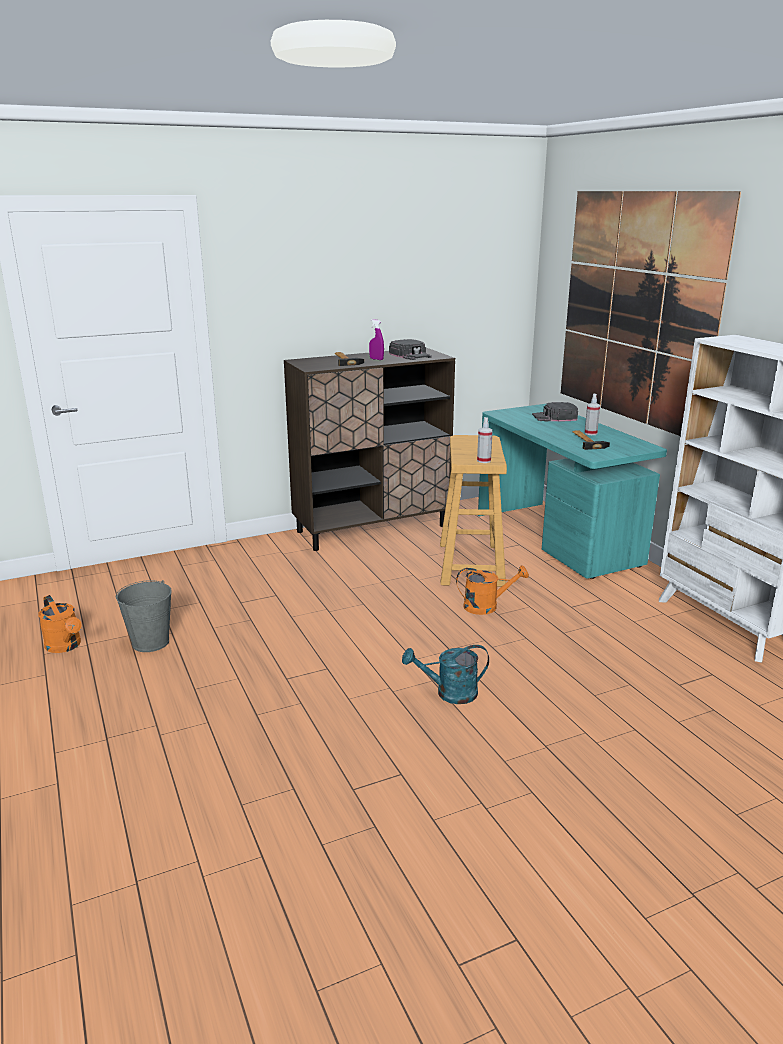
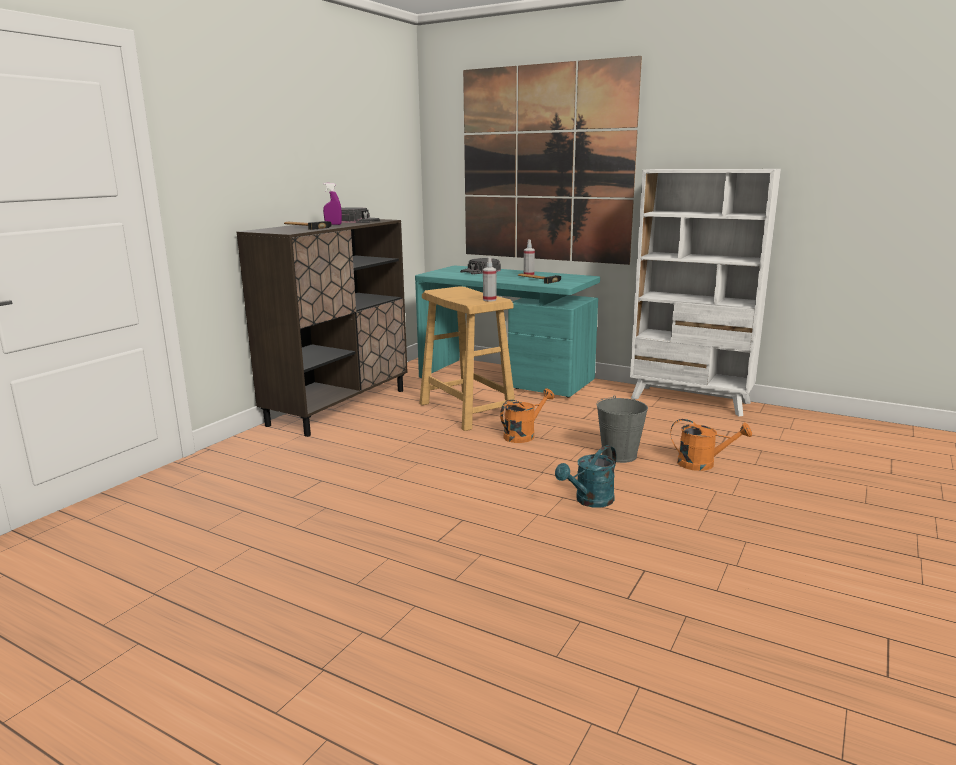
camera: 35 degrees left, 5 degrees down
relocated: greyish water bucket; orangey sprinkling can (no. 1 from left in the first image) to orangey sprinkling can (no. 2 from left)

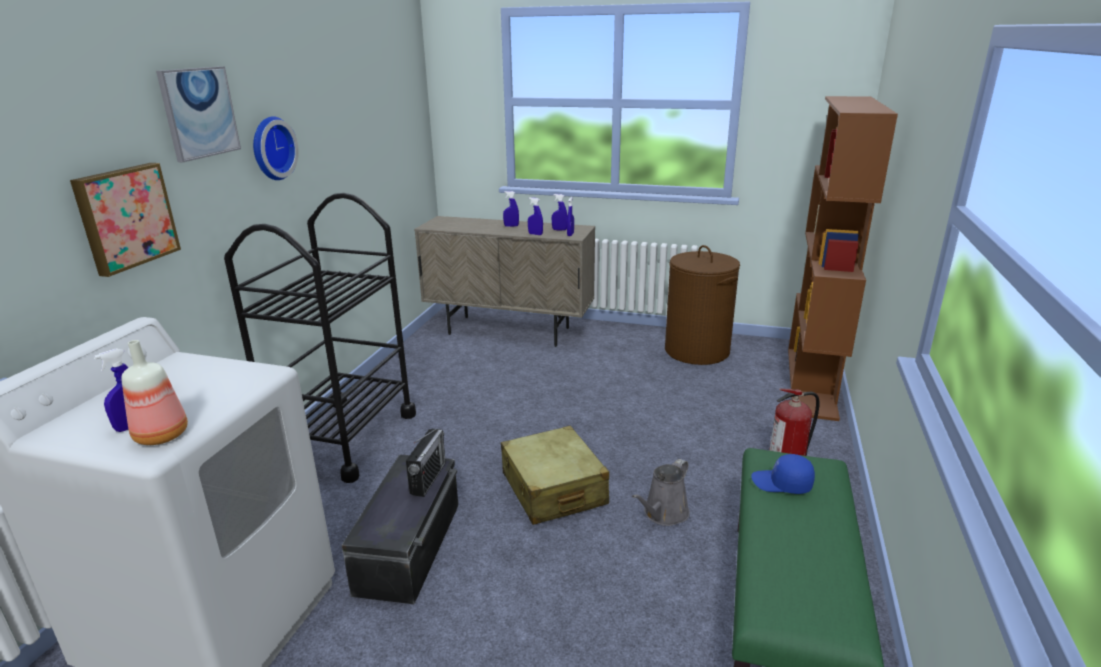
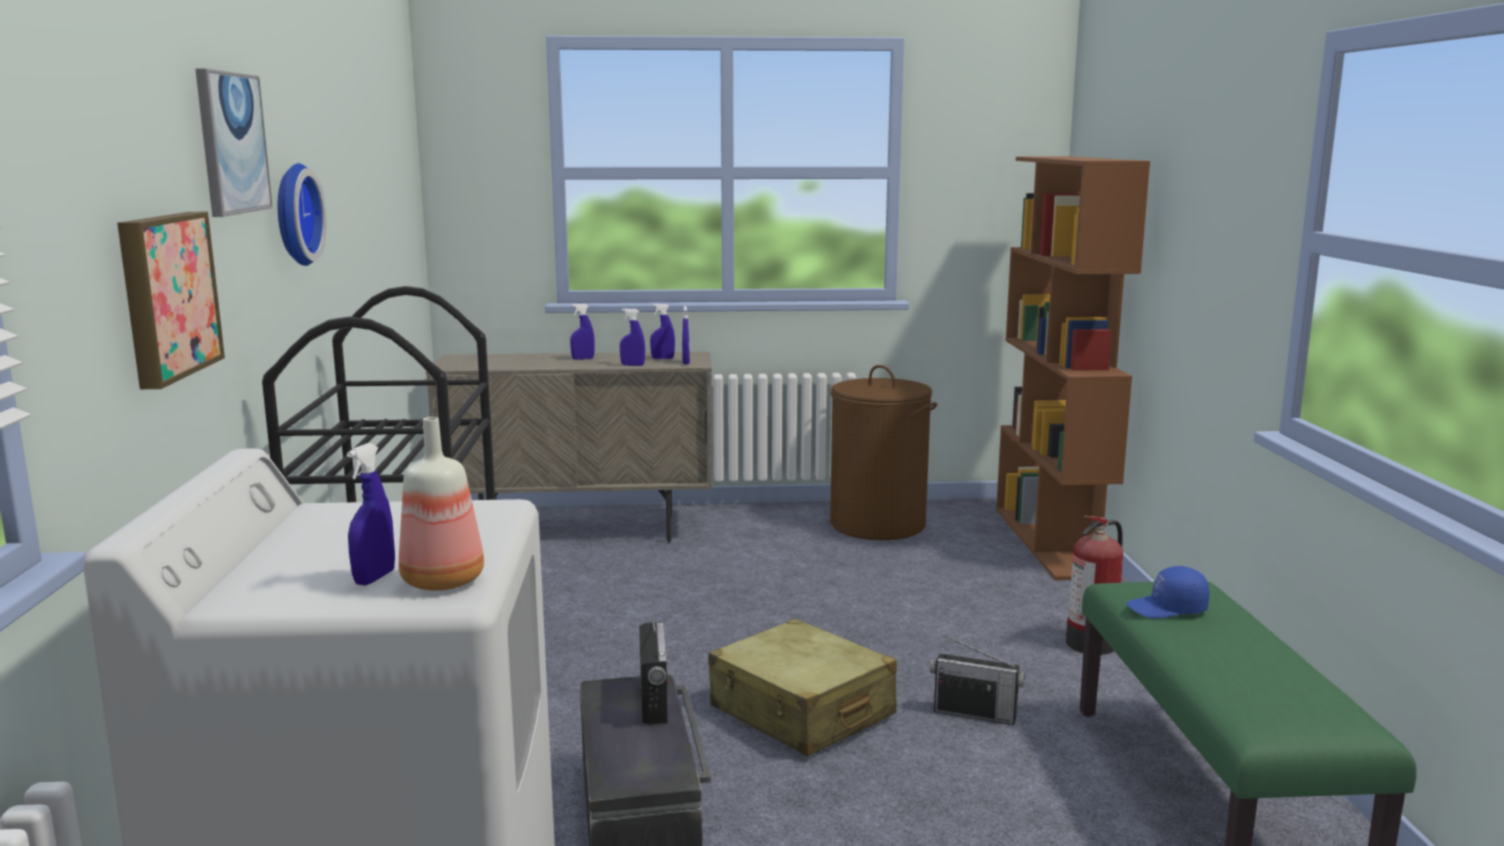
camera: 20 degrees left, 10 degrees down
exchanged: greyish sprinkling can to radio (no. 2 from left)

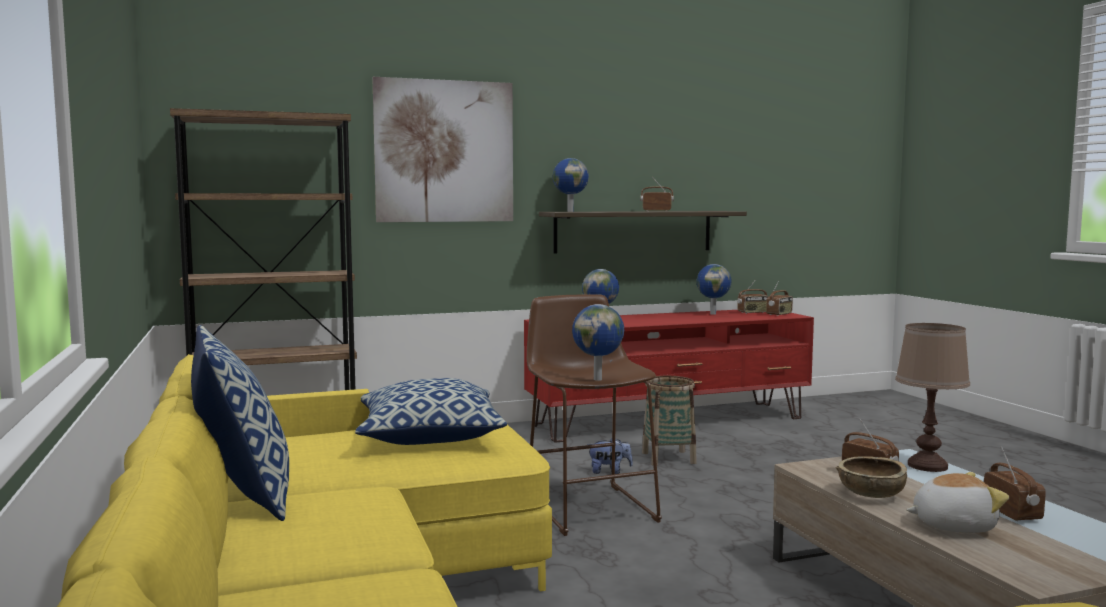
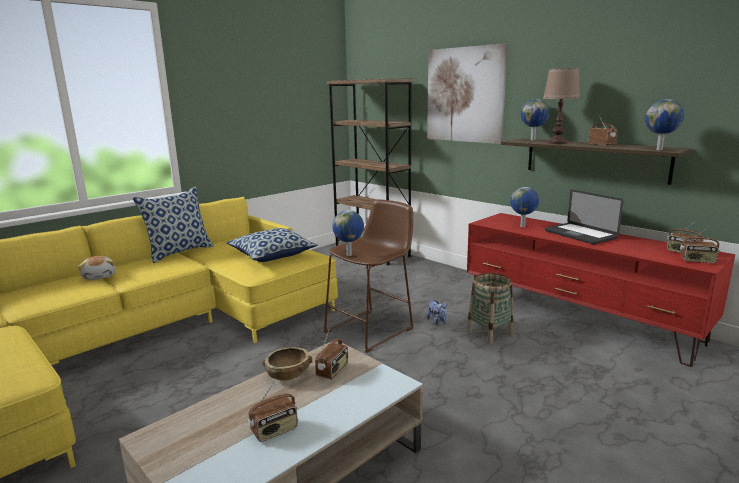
camera: 65 degrees right, 10 degrees up
appeared: portable computer
relocated: plush toy (no. 2 from left in the first image) to plush toy (no. 1 from left); brownish table lamp; world globe (no. 4 from left)

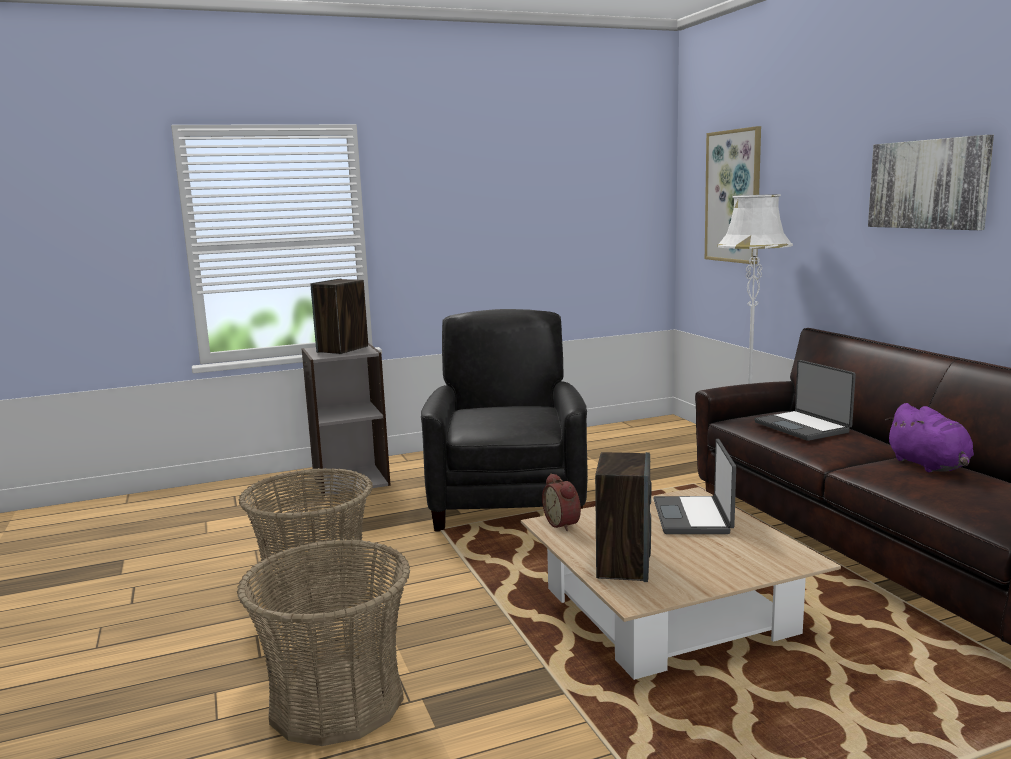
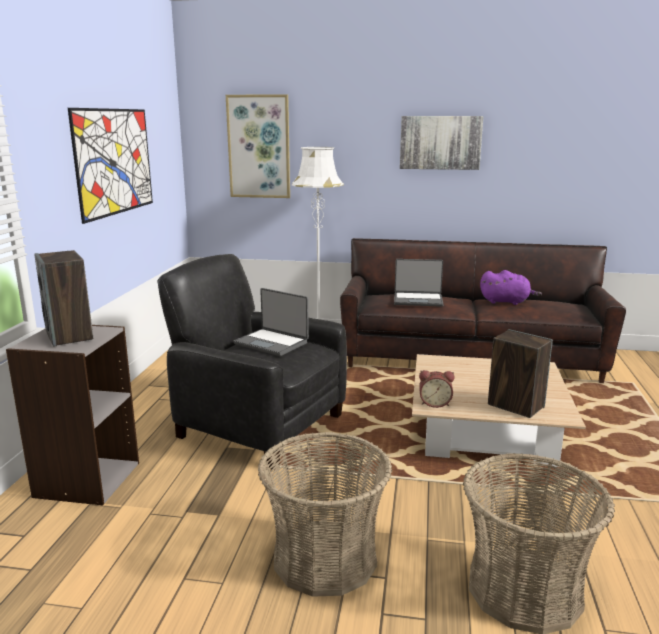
camera: 60 degrees left, 5 degrees up
appeared: wall art (no. 1 from left)
relocated: portable computer (no. 1 from left)

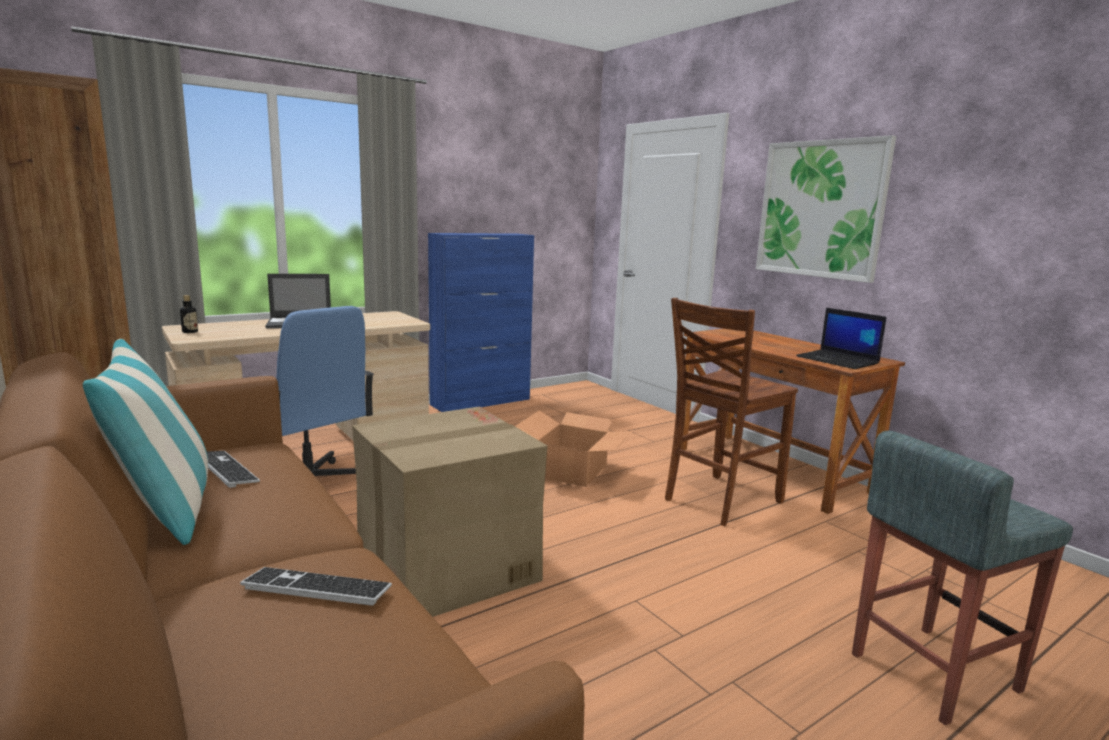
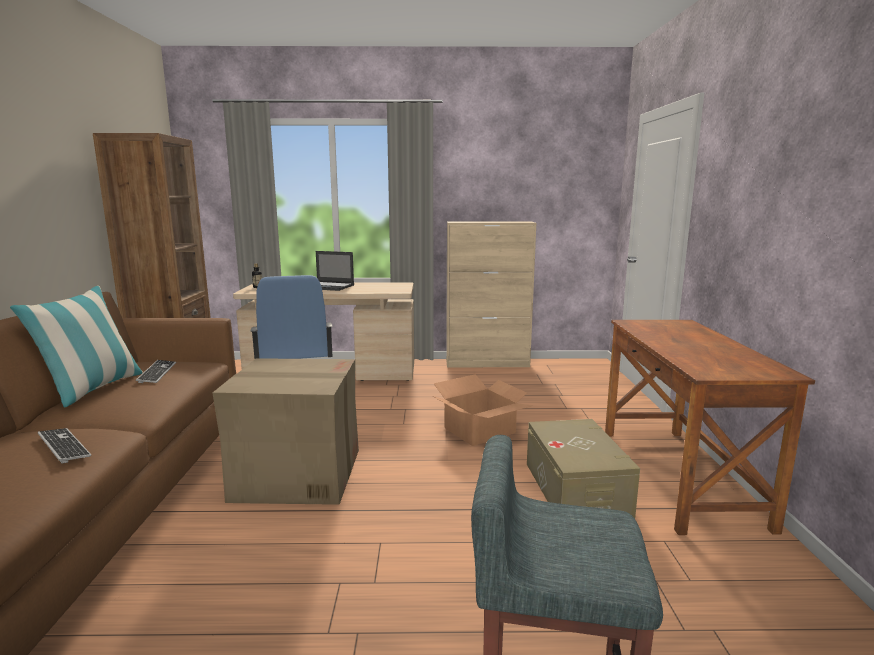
camera: 35 degrees right, 0 degrees up
missing: wall art; portable computer (no. 2 from left)
exchanged: brownish upright chair to beige storage container
colour: bluish cabinet to beige cabinet

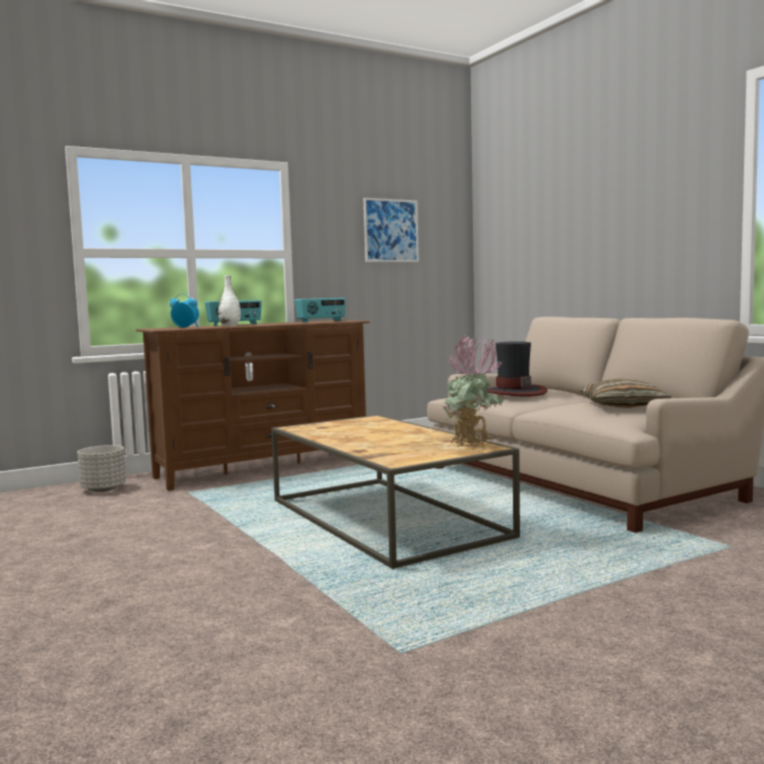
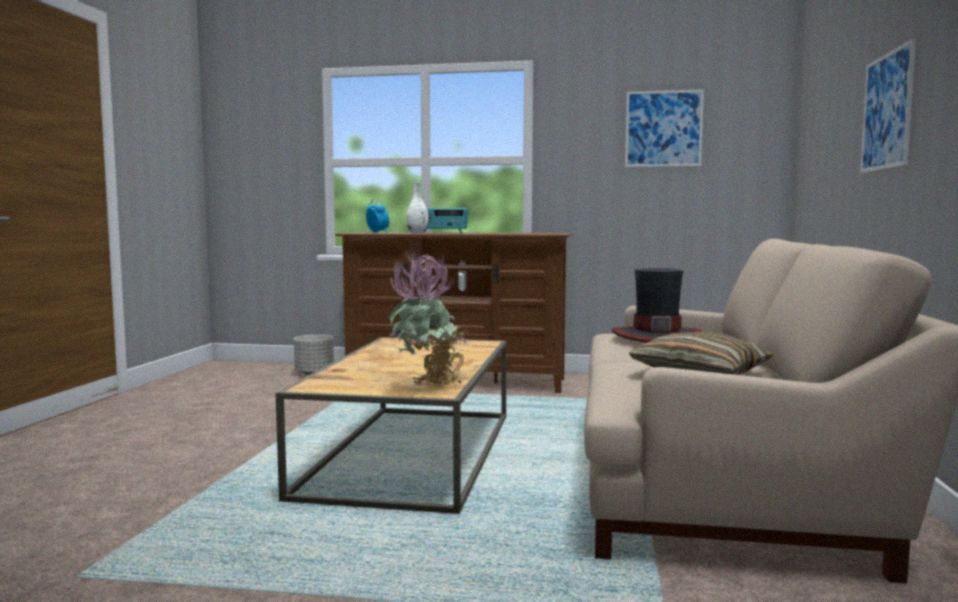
camera: 40 degrees right, 0 degrees up
missing: radio (no. 2 from left)
appeared: wall art (no. 2 from left)

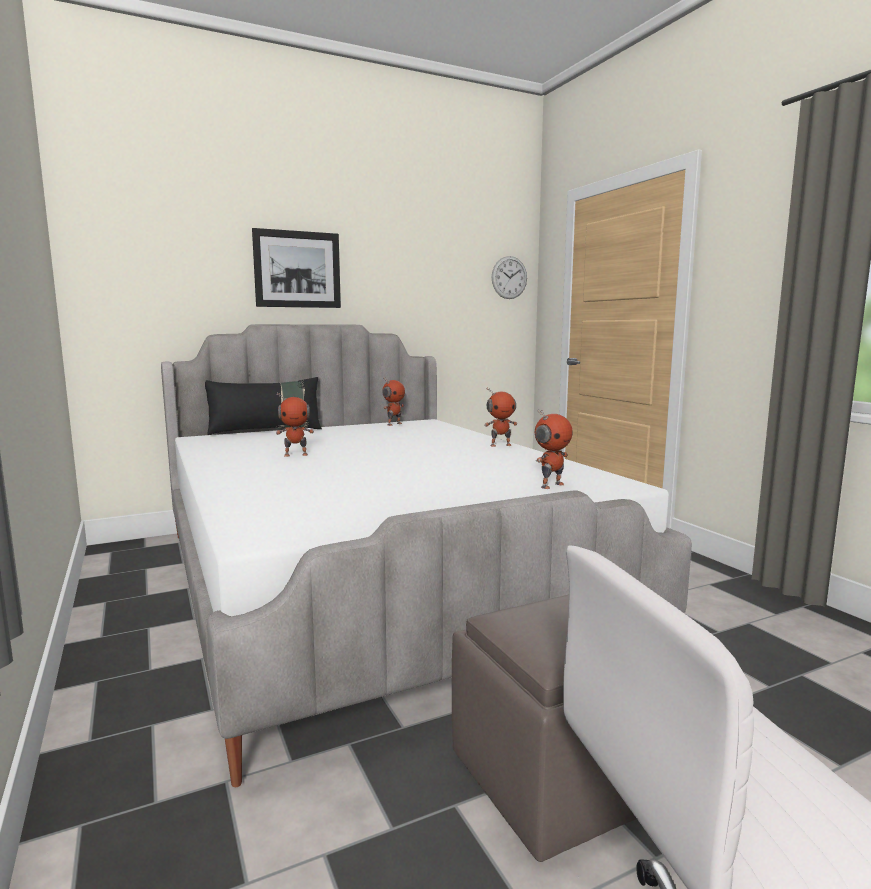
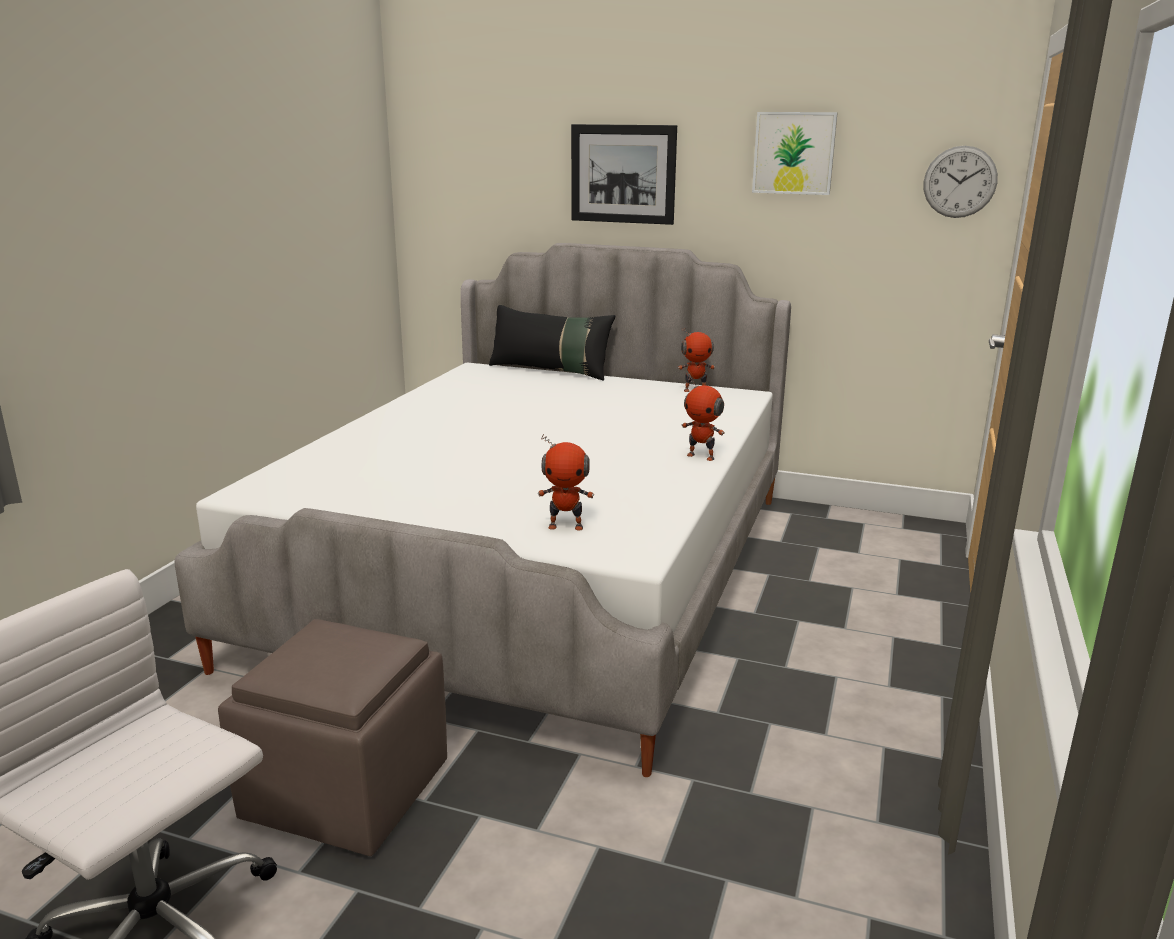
camera: 45 degrees right, 10 degrees up
missing: toy robot (no. 1 from left)
appeared: wall art (no. 2 from left)

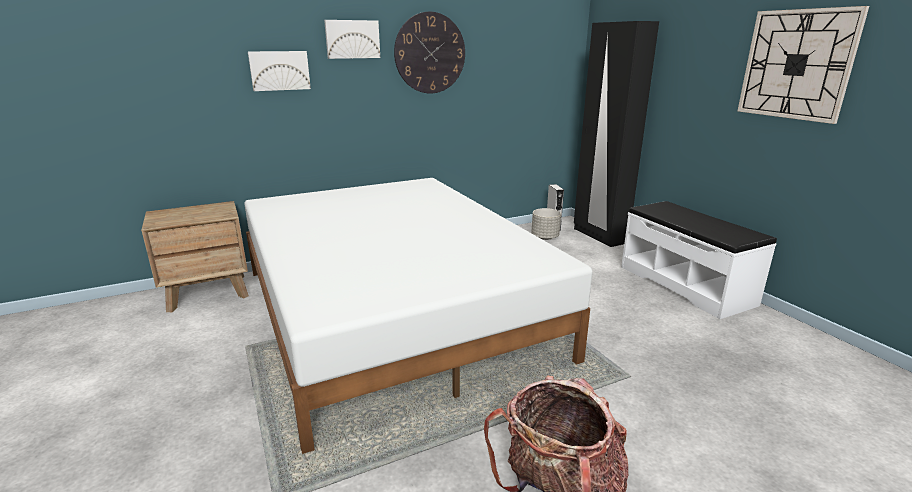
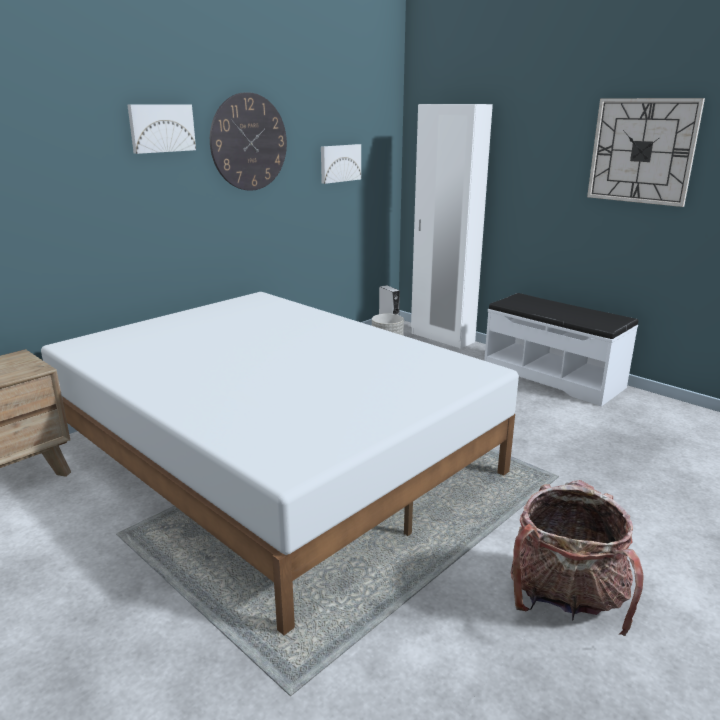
camera: 20 degrees left, 0 degrees up
relocated: wall art (no. 1 from left in the first image) to wall art (no. 2 from left)
colour: black-coloured armoire to white armoire

